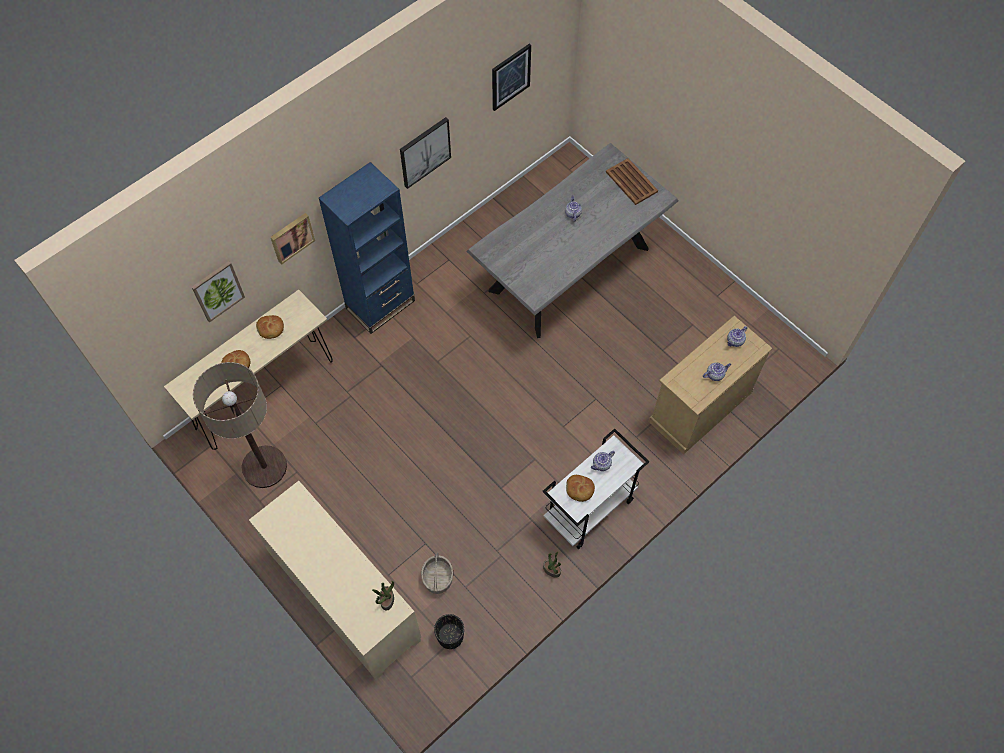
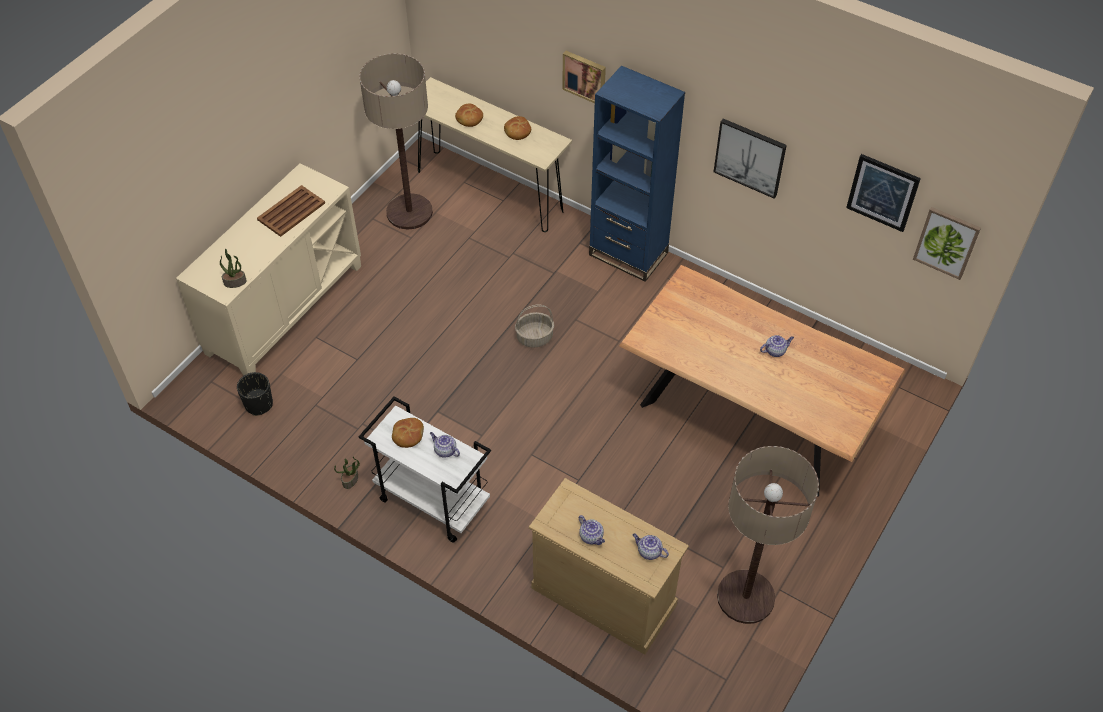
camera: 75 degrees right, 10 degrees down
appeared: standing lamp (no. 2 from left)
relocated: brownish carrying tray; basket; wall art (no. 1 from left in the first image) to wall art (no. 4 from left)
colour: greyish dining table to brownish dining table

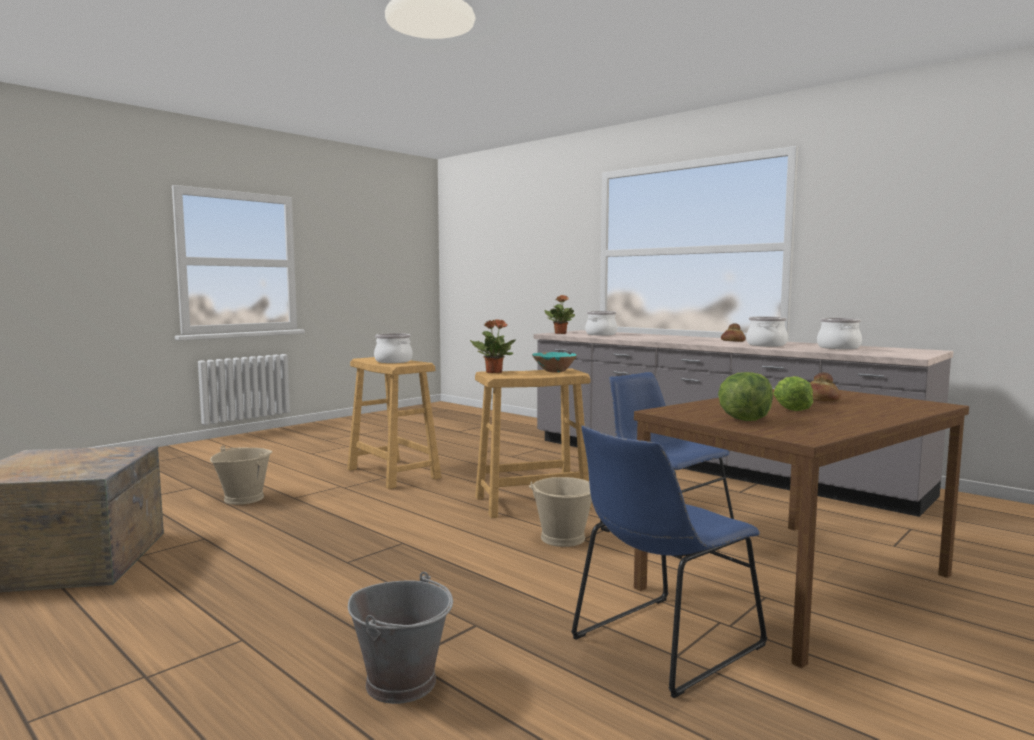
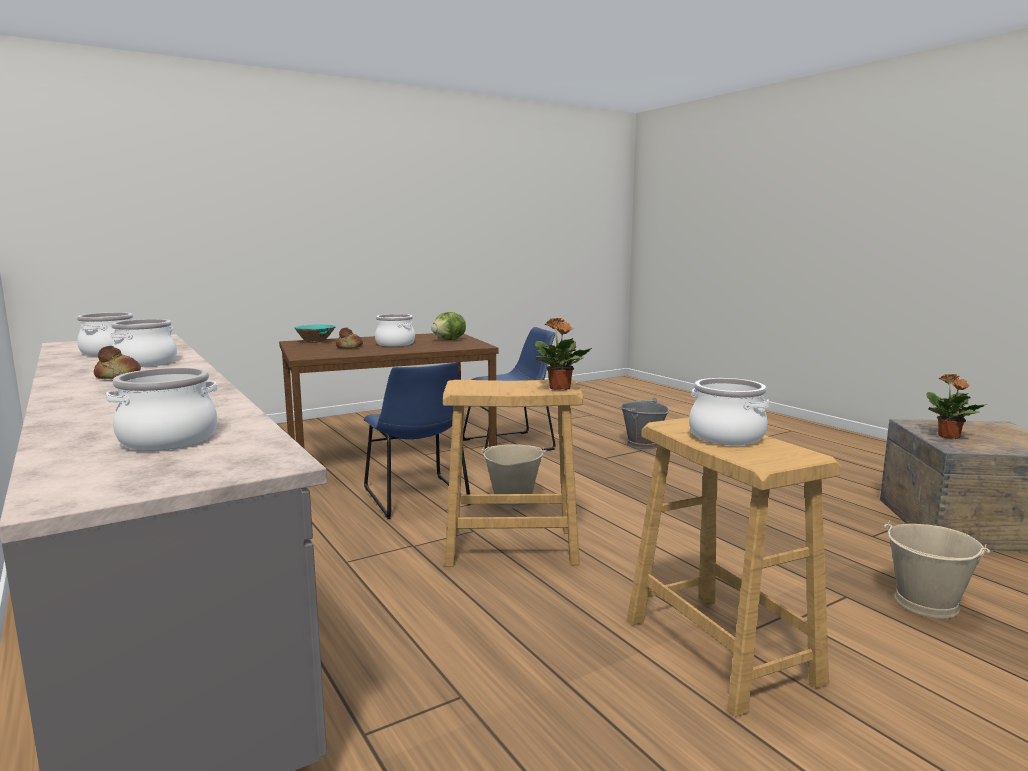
camera: 165 degrees left, 5 degrees up
relocated: turquoise serving bowl; plant in a pot (no. 2 from left)
exchanged: lettuce (no. 2 from left) to stockpot (no. 4 from left)

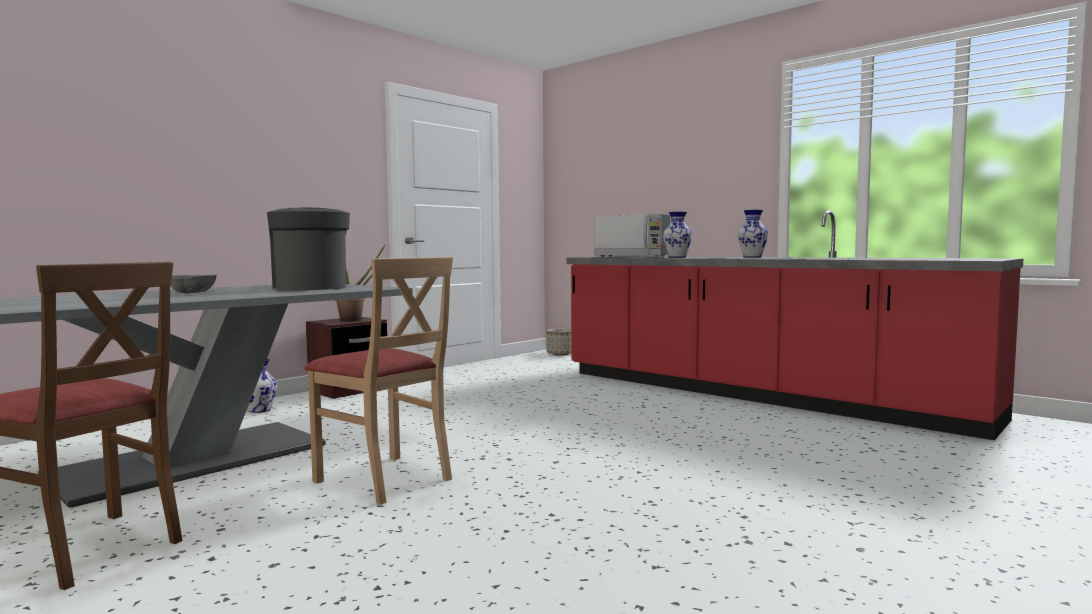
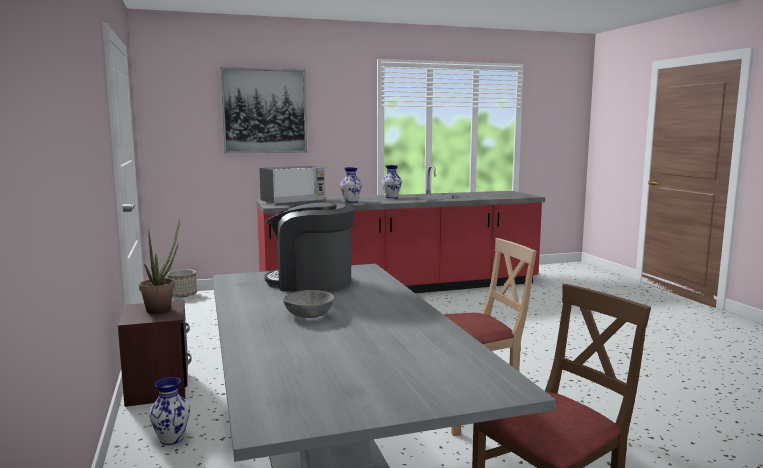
camera: 60 degrees left, 5 degrees up
appeared: wall art

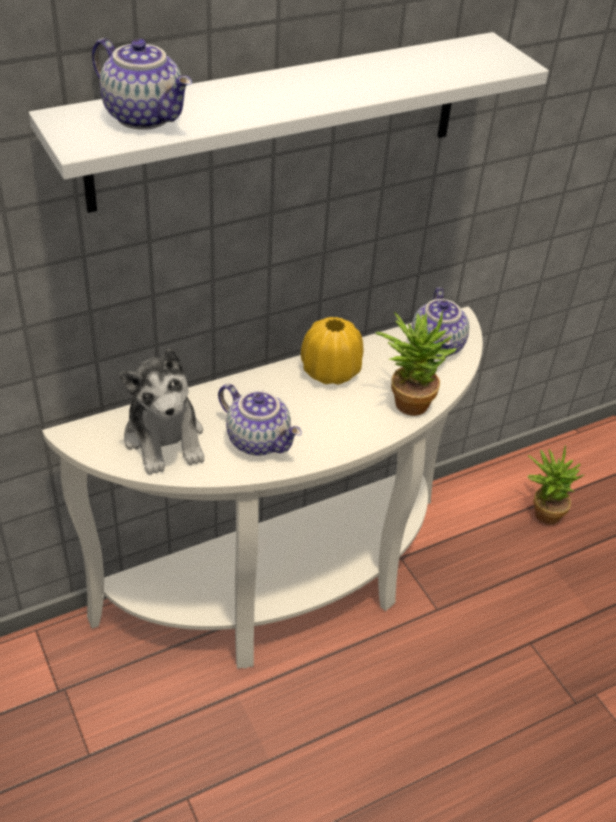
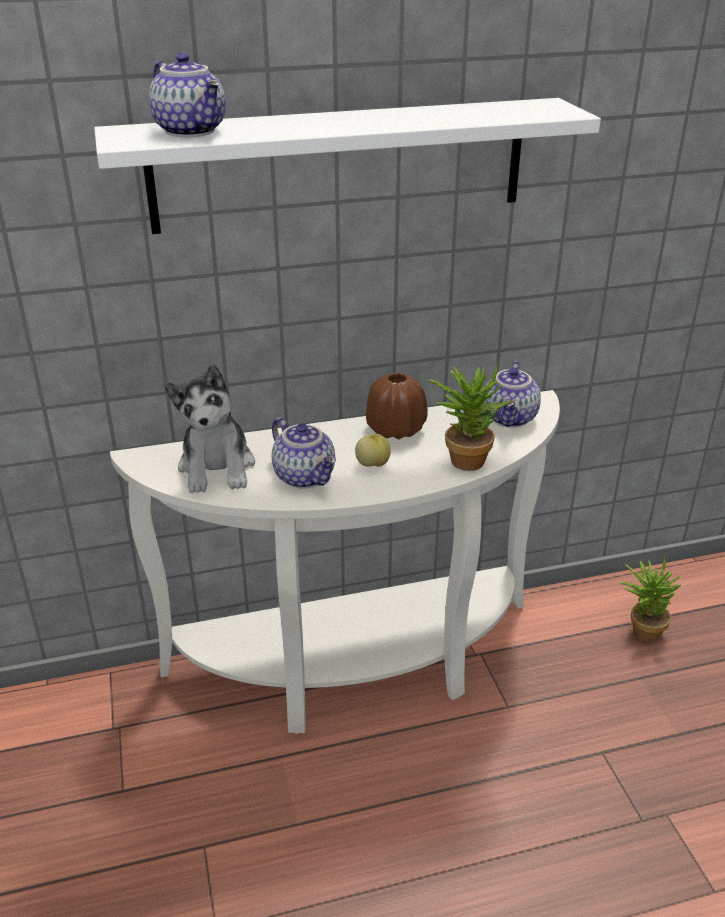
camera: 15 degrees right, 10 degrees down
appeared: apple
colour: yellow decorative vase to brownish decorative vase

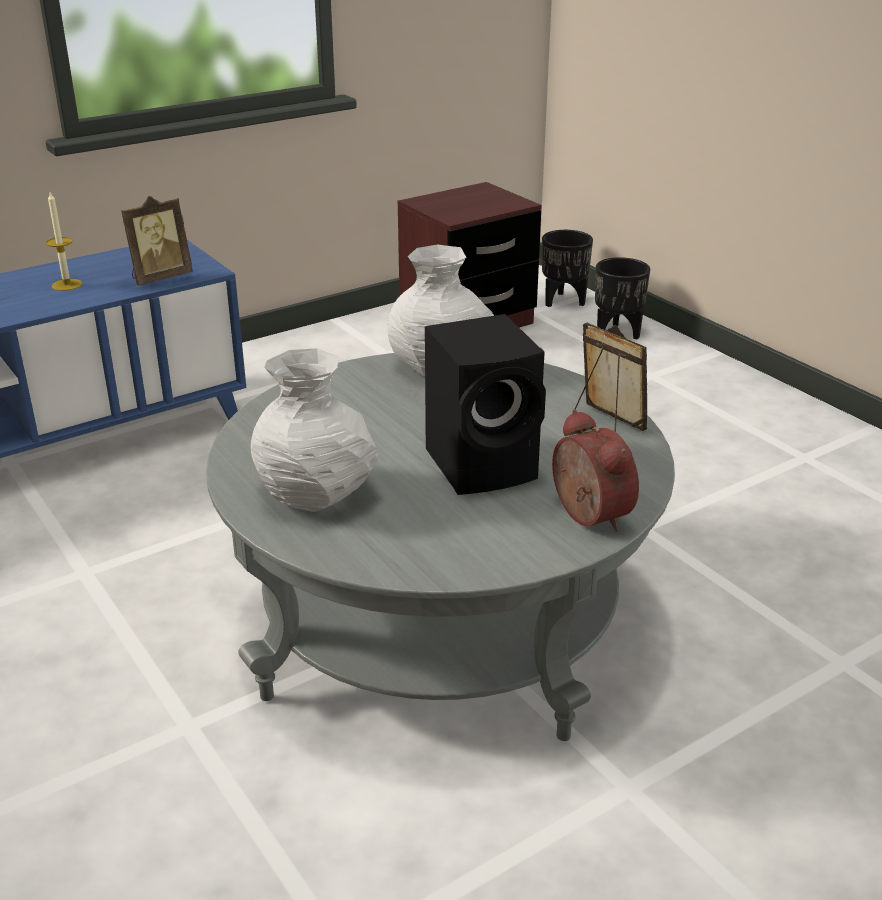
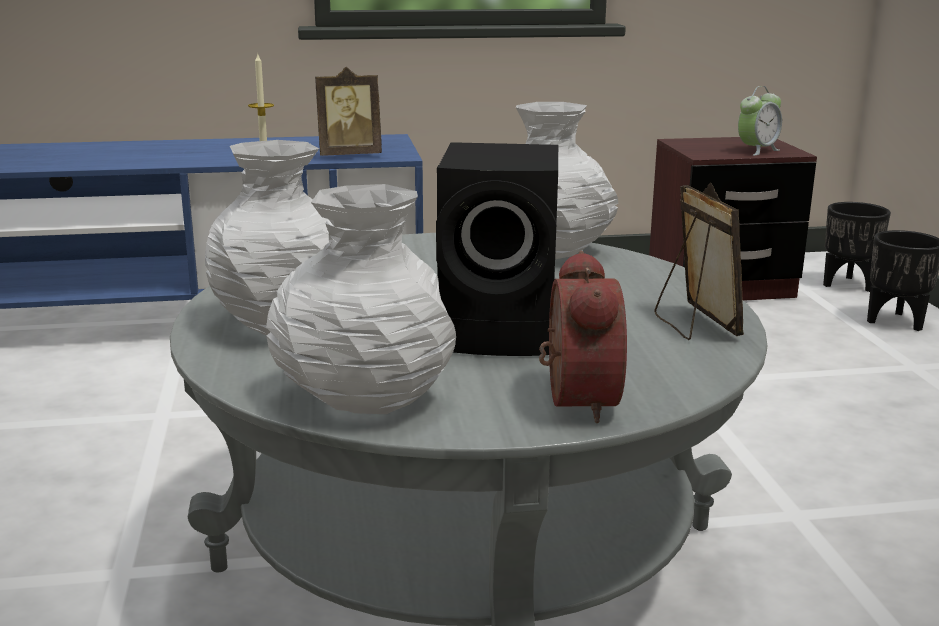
camera: 25 degrees right, 10 degrees down
appeared: white decorative vase (no. 2 from left); alarm clock (no. 2 from left)

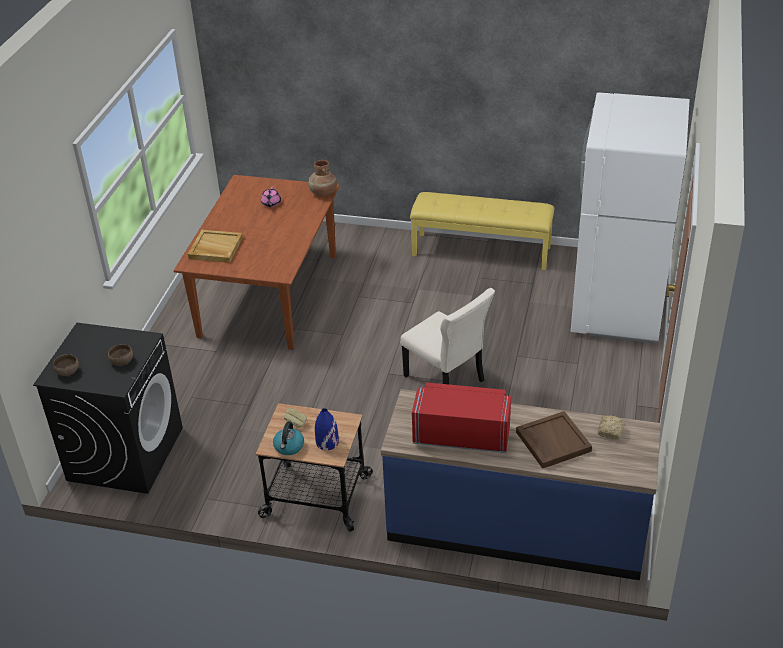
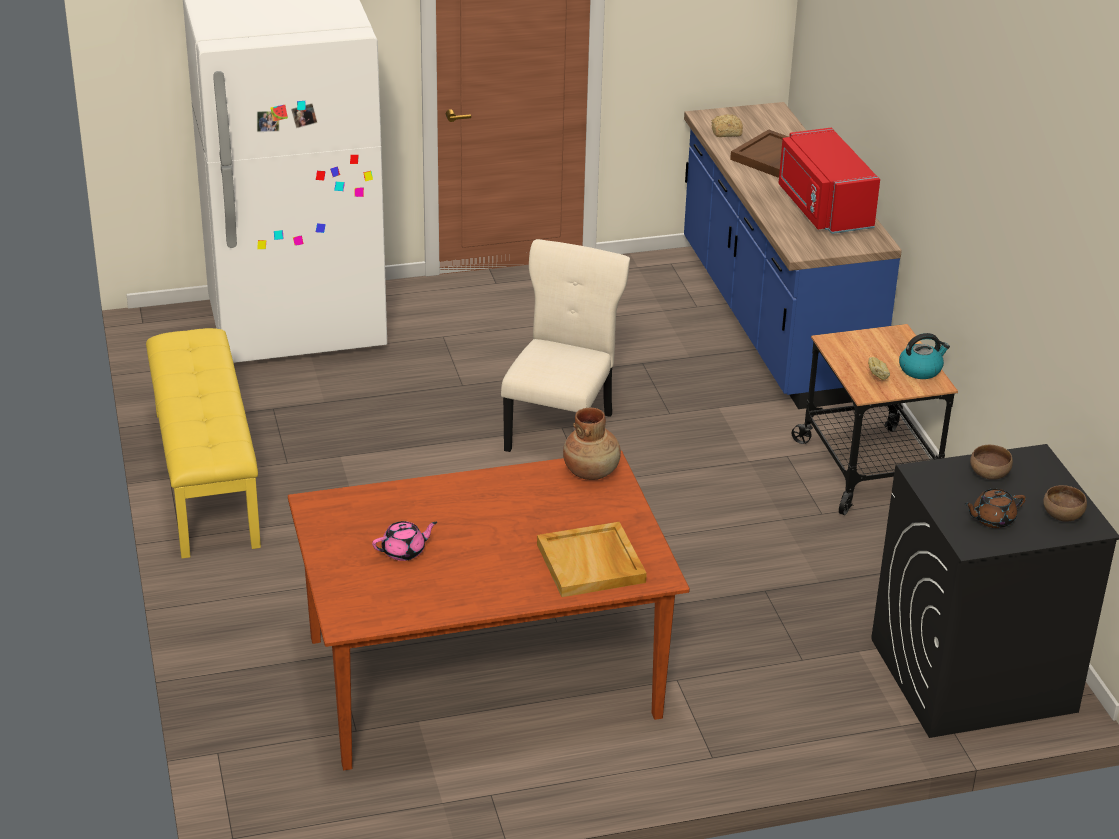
camera: 120 degrees left, 5 degrees down
missing: bluish decorative vase
appeared: brownish teapot
relocated: brownish decorative vase

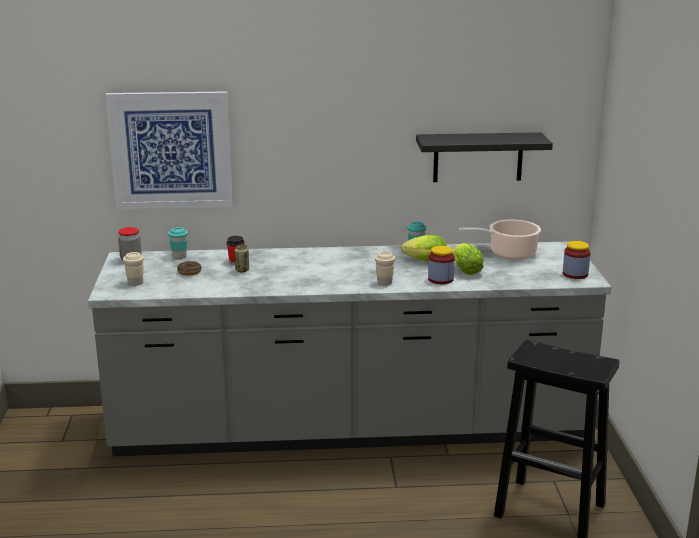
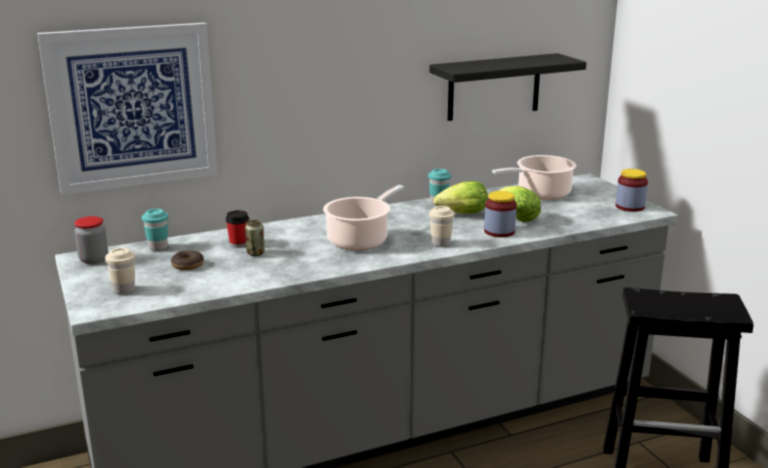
camera: 20 degrees left, 0 degrees up
appeared: stockpot (no. 1 from left)

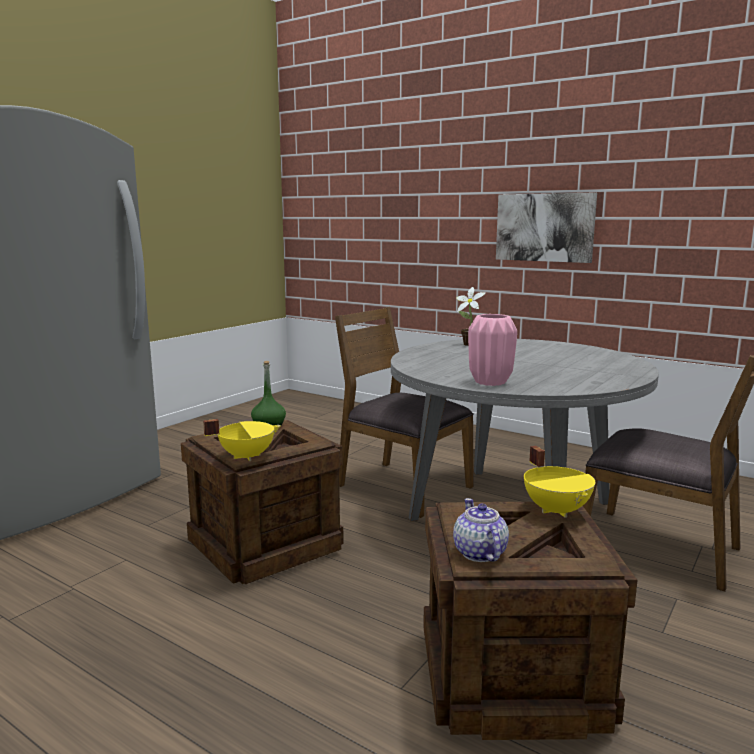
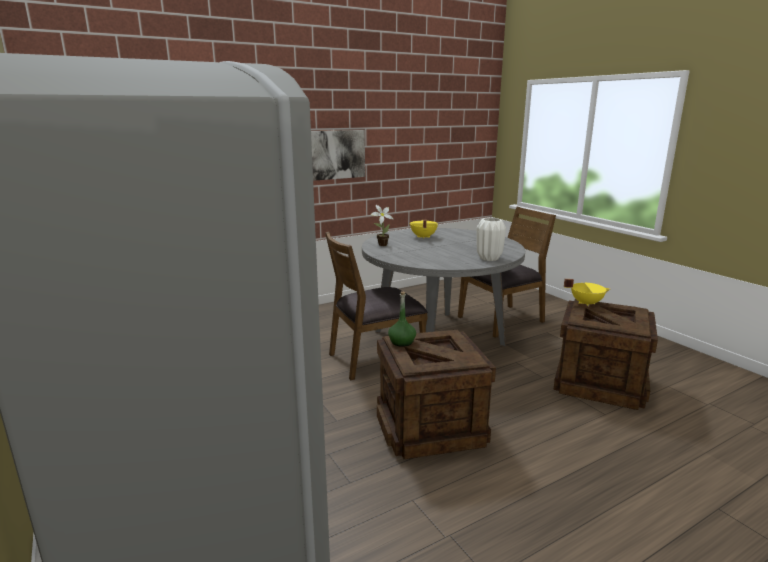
camera: 65 degrees left, 5 degrees up
missing: teapot
relocated: yellow stockpot (no. 1 from left)
colour: pinkish decorative vase to white decorative vase

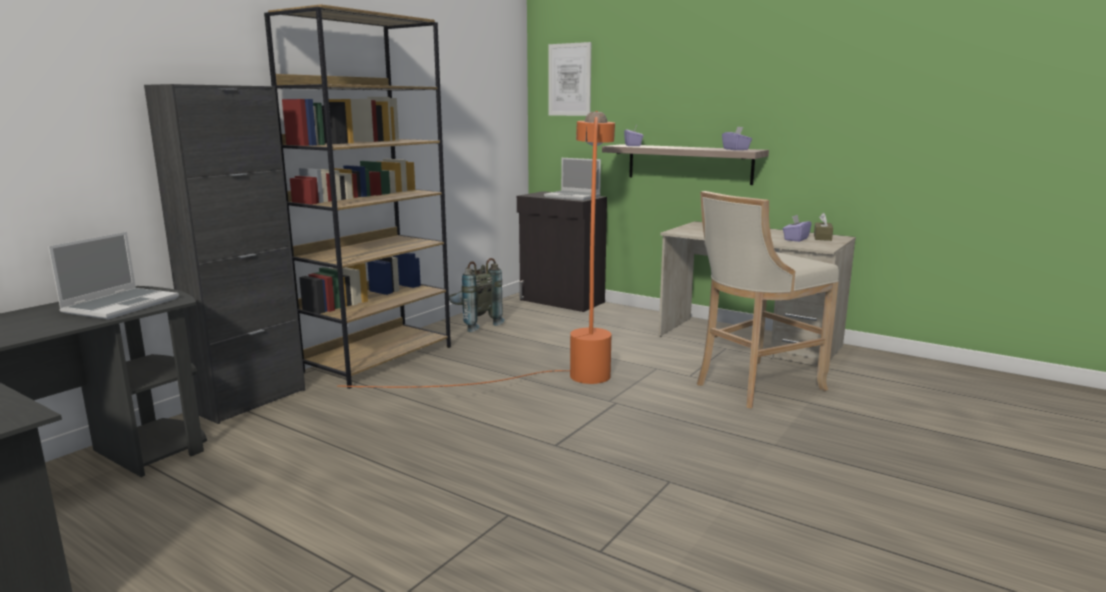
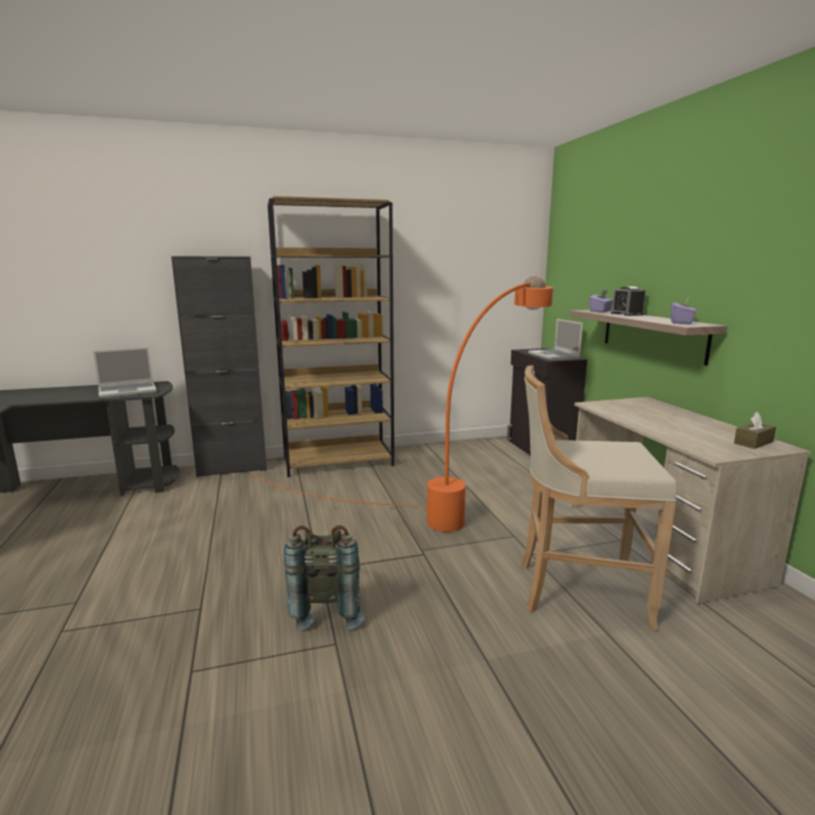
camera: 40 degrees right, 0 degrees up
missing: wall art; purple-coloured tissue holder (no. 3 from left)
appeared: alarm clock
relocated: greyish rucksack

